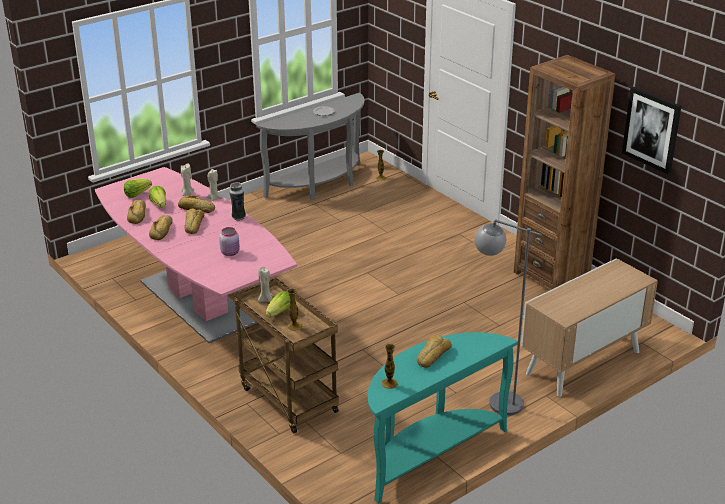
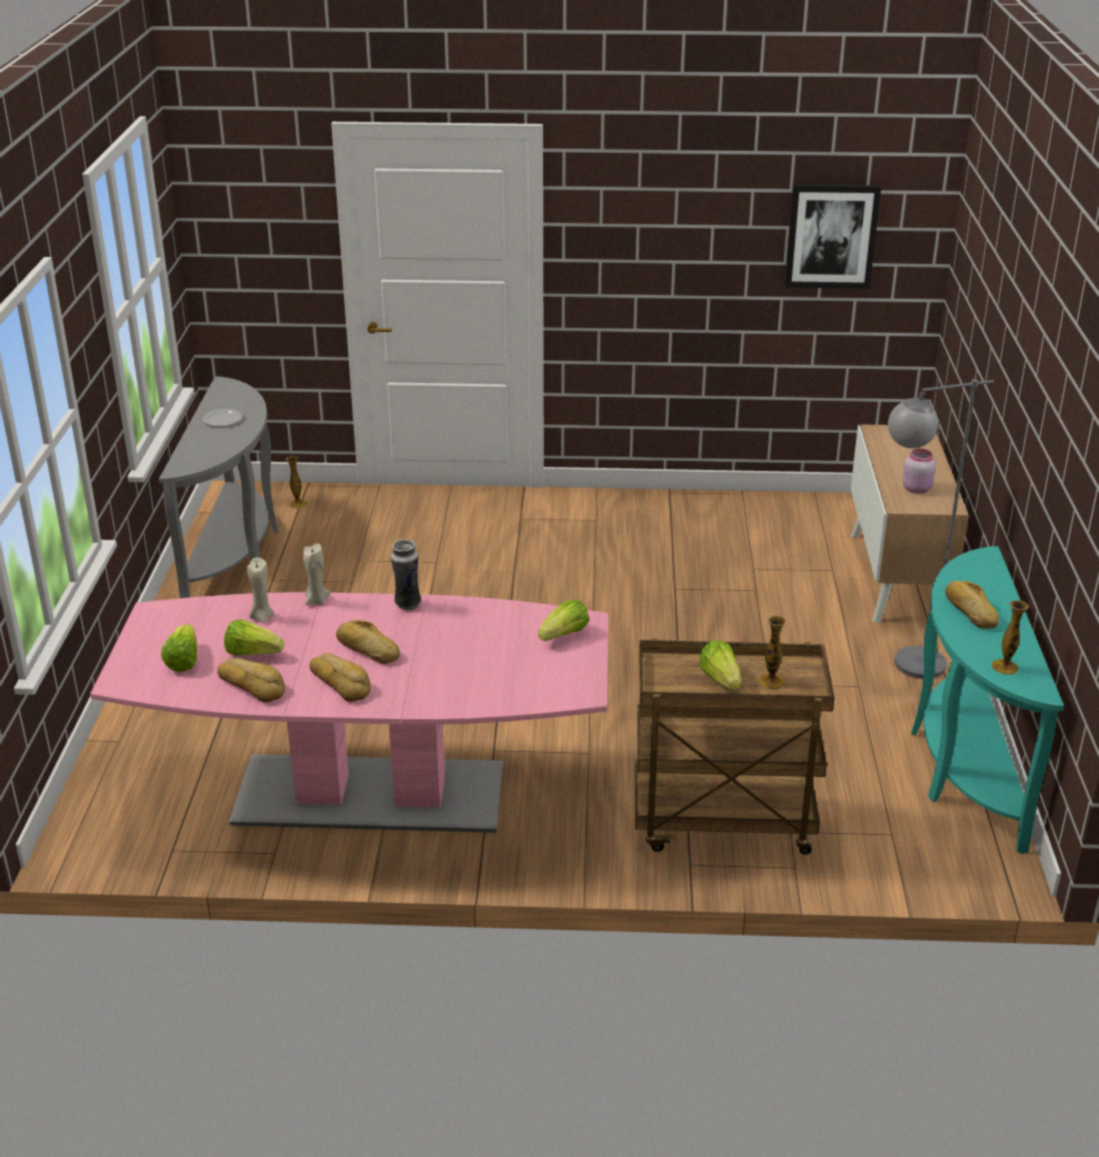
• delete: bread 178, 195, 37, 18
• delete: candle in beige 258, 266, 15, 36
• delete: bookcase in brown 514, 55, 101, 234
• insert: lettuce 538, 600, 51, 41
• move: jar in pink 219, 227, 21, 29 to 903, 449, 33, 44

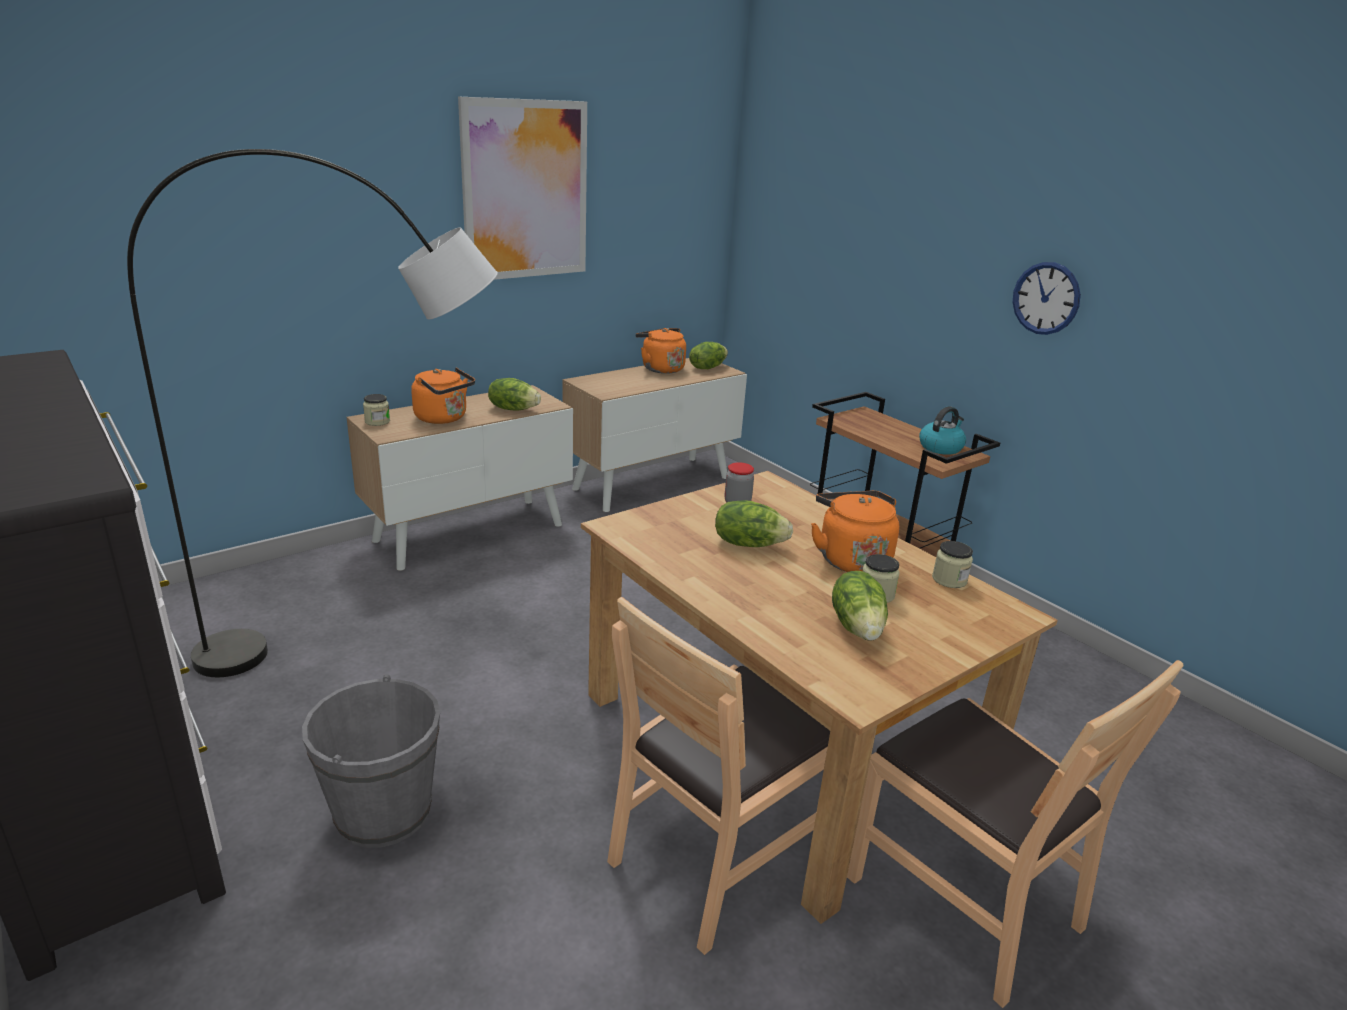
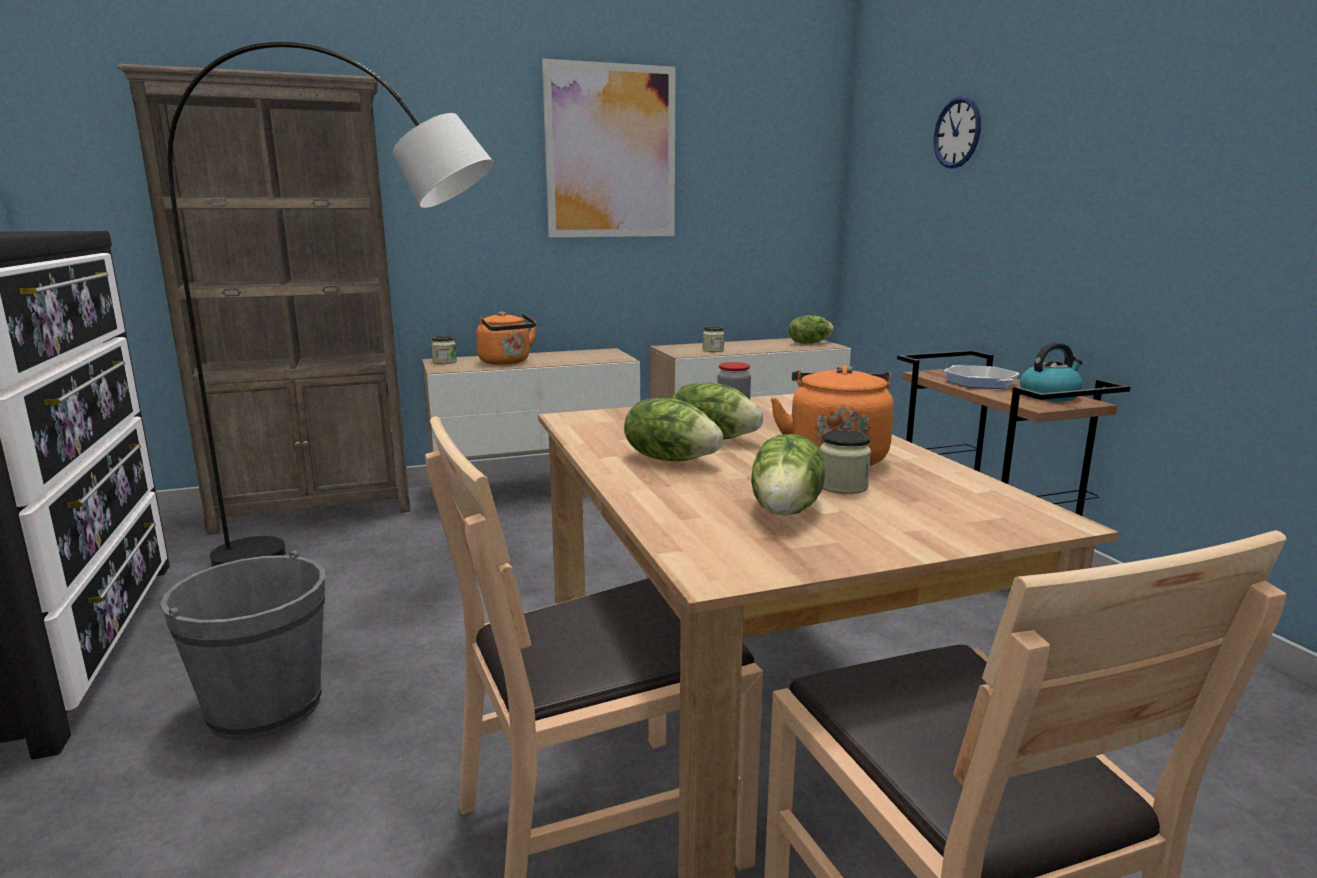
• delete: kettle in orange 635, 328, 51, 46
• insert: bookcase in brown 117, 64, 293, 471
• insert: frying pan 944, 365, 76, 24
• move: lettuce 488, 378, 53, 33 to 624, 398, 99, 63
• move: jar 932, 541, 41, 47 to 702, 326, 22, 26
• move: wall clock 1013, 262, 68, 73 to 934, 97, 47, 72

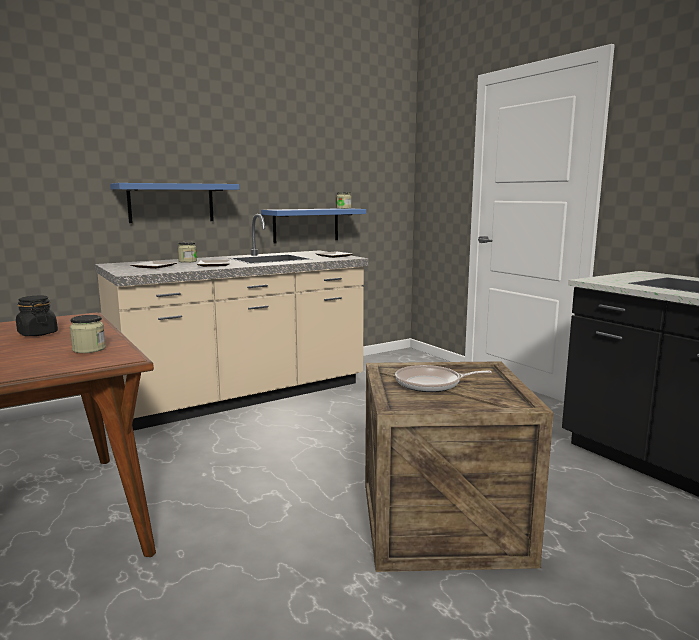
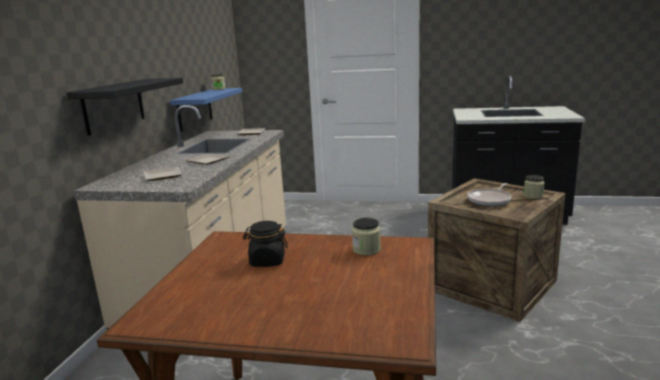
• move: jar 178, 242, 19, 21 to 523, 175, 22, 24
• recolor: shelf in blue 110, 183, 129, 40 to shelf in black 67, 78, 116, 58

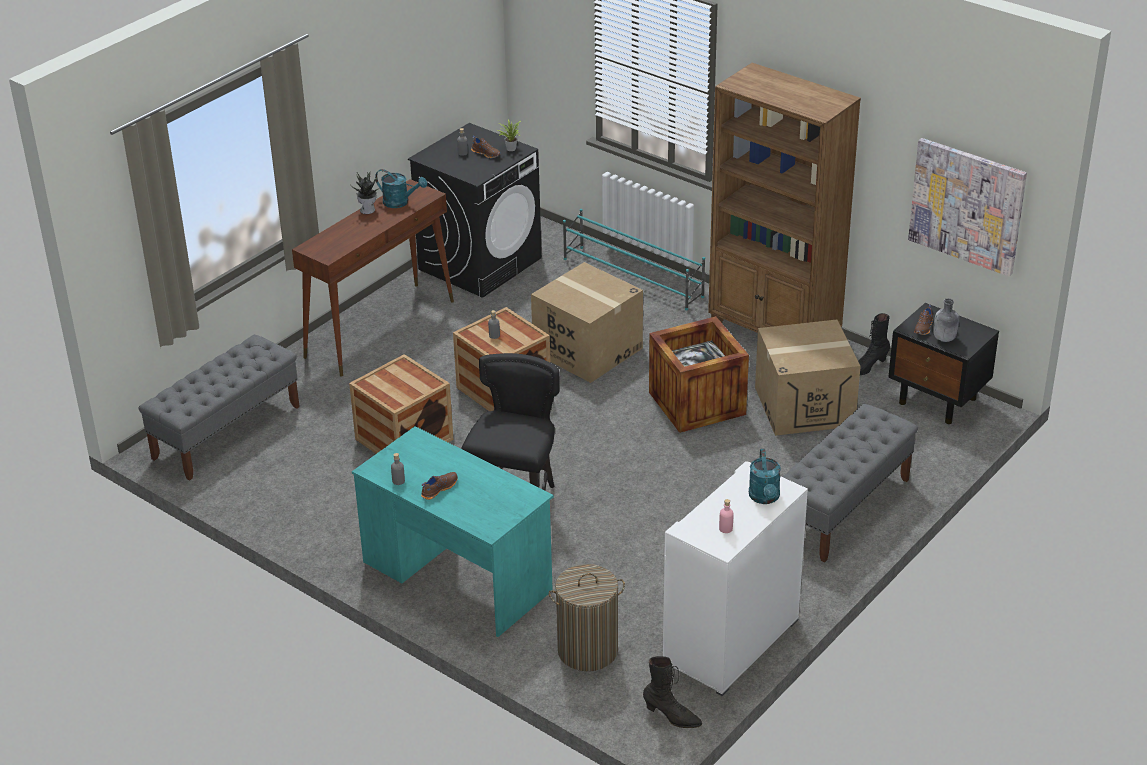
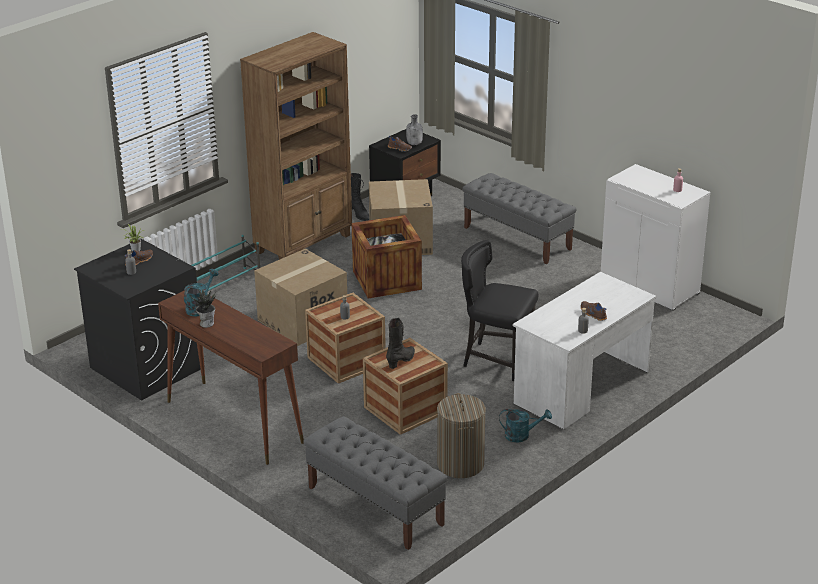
• delete: picture 908, 138, 119, 139
• move: laundry basket 549, 564, 76, 107 to 437, 393, 49, 85
• move: boot in black 643, 656, 59, 72 to 386, 318, 29, 51
• move: watering can in turquoise 749, 449, 32, 55 to 499, 409, 53, 33
• recolor: desk in turquoise 352, 426, 202, 211 to desk in white 512, 272, 144, 157

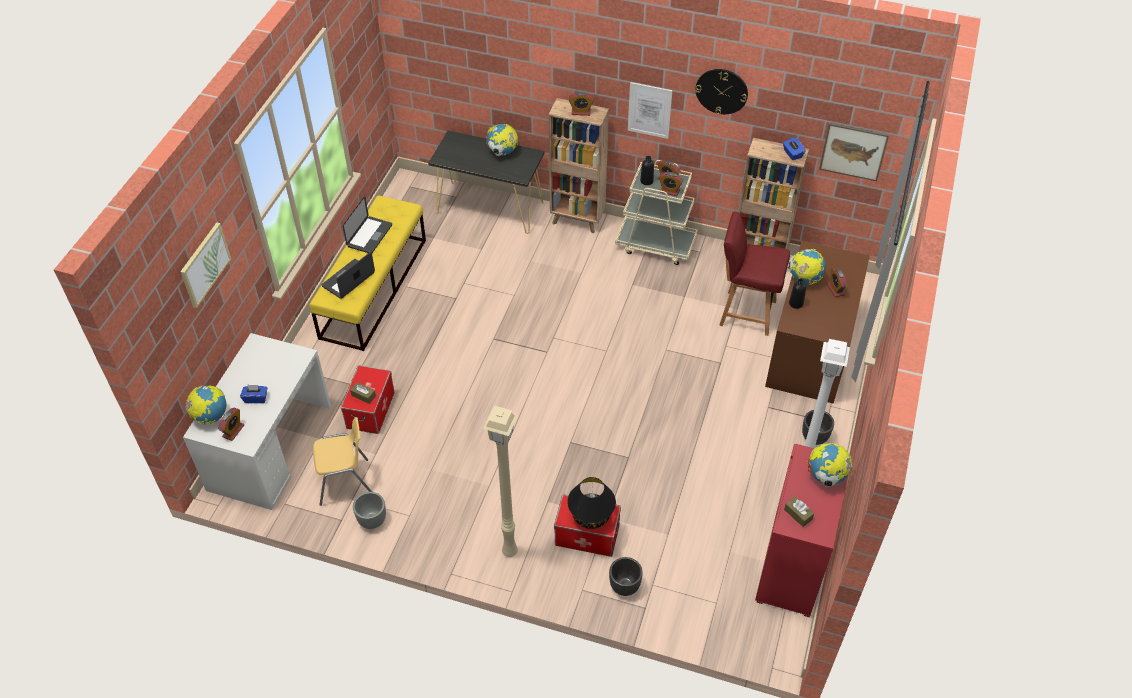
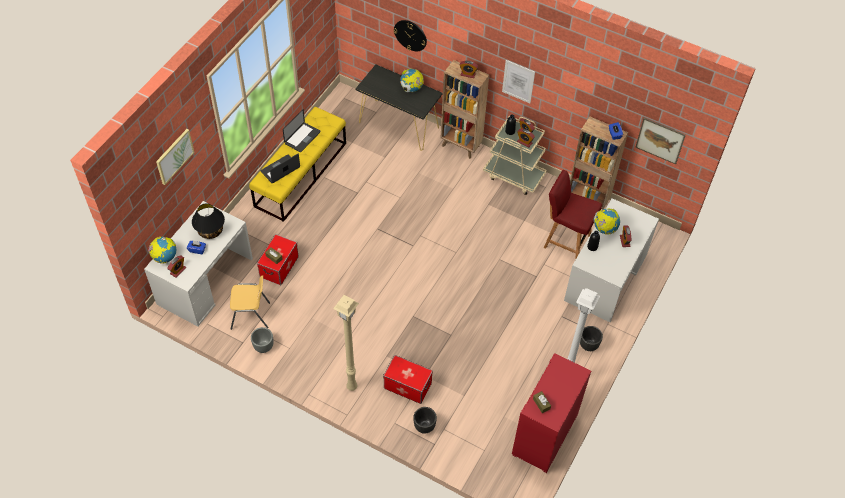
• delete: globe 807, 443, 46, 44
• move: table lamp in black 567, 477, 49, 52 to 192, 203, 33, 36
• move: wall clock 695, 69, 53, 46 to 394, 20, 33, 31
• recolor: desk in brown 765, 241, 105, 163 to desk in white 564, 198, 95, 124

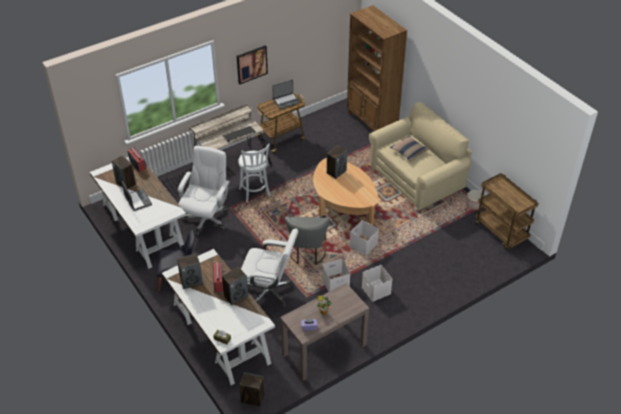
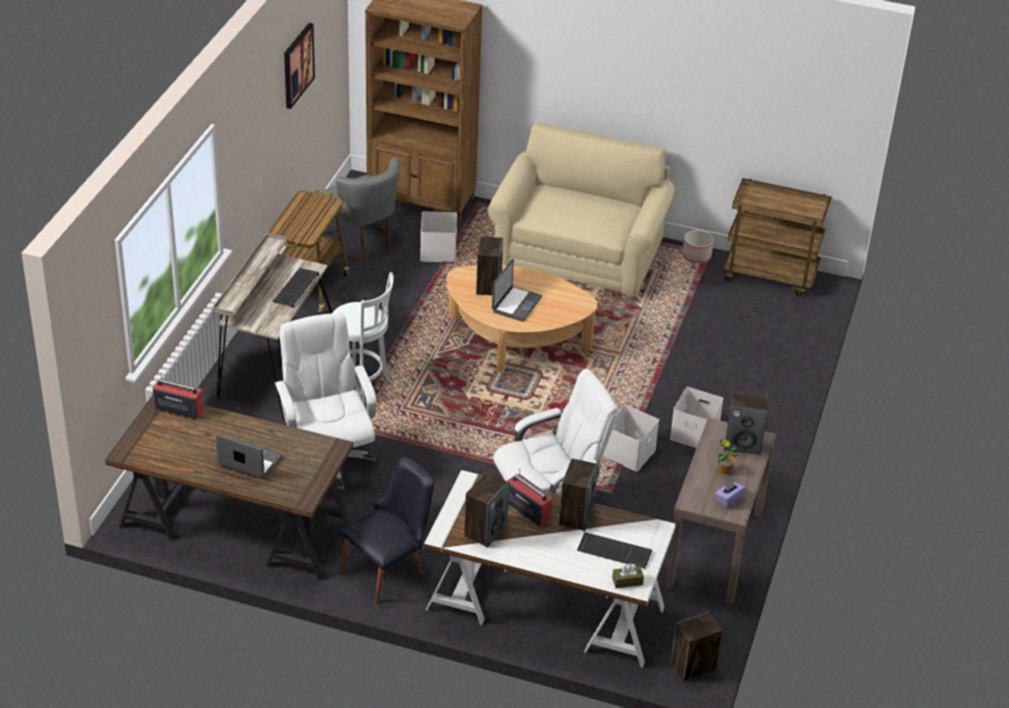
• delete: pillow 390, 136, 39, 25
• insert: keyboard 577, 532, 75, 36
• move: speaker 112, 156, 24, 33 to 724, 391, 44, 64
• move: picture 237, 45, 31, 39 to 284, 23, 31, 86
• move: laptop 272, 80, 28, 29 to 492, 259, 50, 63
• move: chair in grey 285, 216, 45, 49 to 318, 157, 82, 102
• move: storage box in white 350, 220, 29, 35 to 420, 212, 37, 50
• recolor: desk in white 90, 157, 96, 112 to desk in brown 105, 395, 248, 185

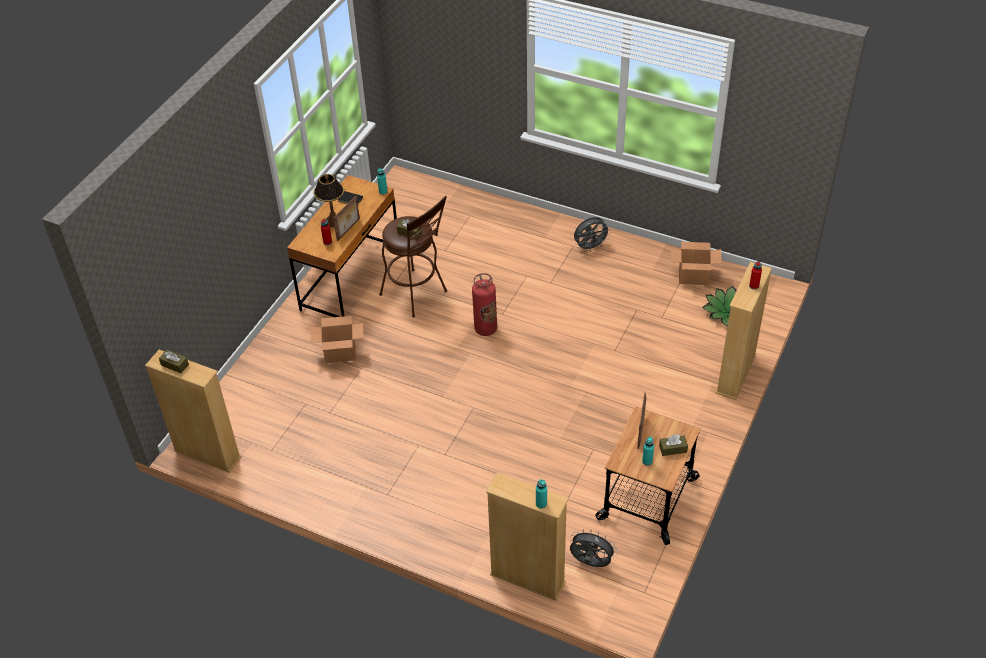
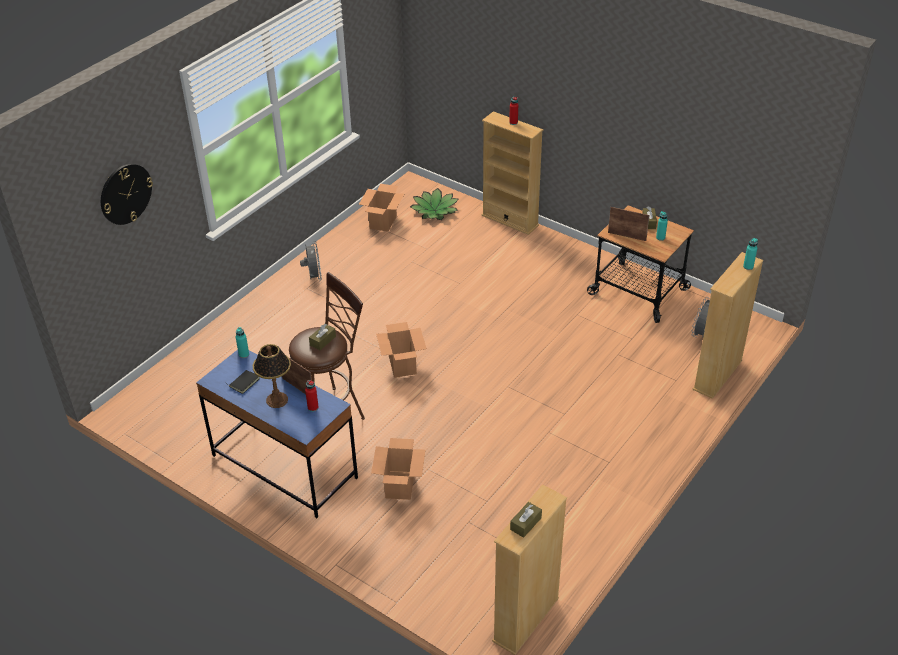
• insert: wall clock 101, 164, 52, 61
• replace: fire extinguisher 472, 273, 25, 63 to cardboard box 376, 322, 51, 56
• recolor: desk in brown 287, 175, 110, 142 to desk in blue 196, 350, 162, 168

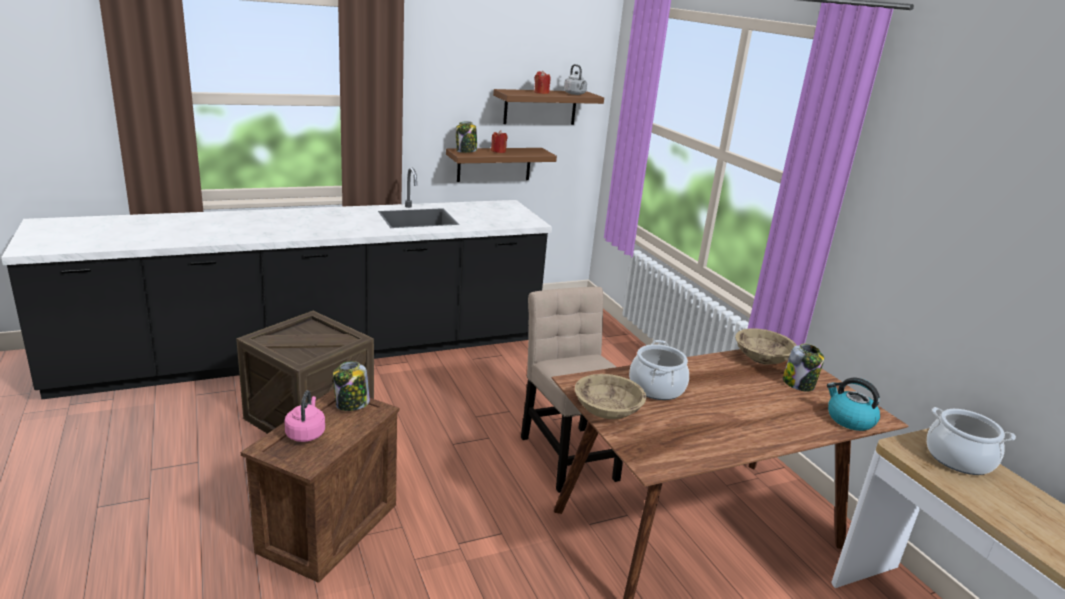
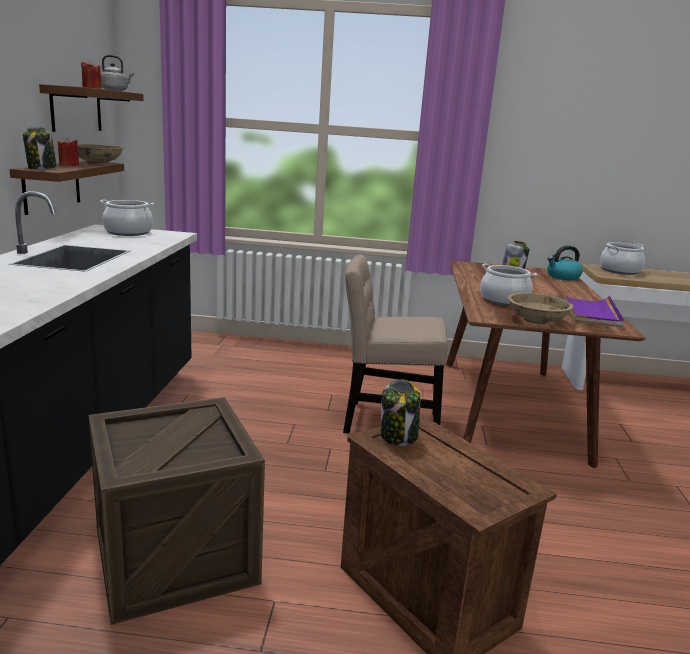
• delete: kettle in pink 284, 390, 41, 52
• insert: cooking pot 100, 200, 54, 36
• insert: tray in purple 561, 290, 64, 37
• move: bowl in beige 735, 328, 62, 37 to 77, 144, 47, 20

